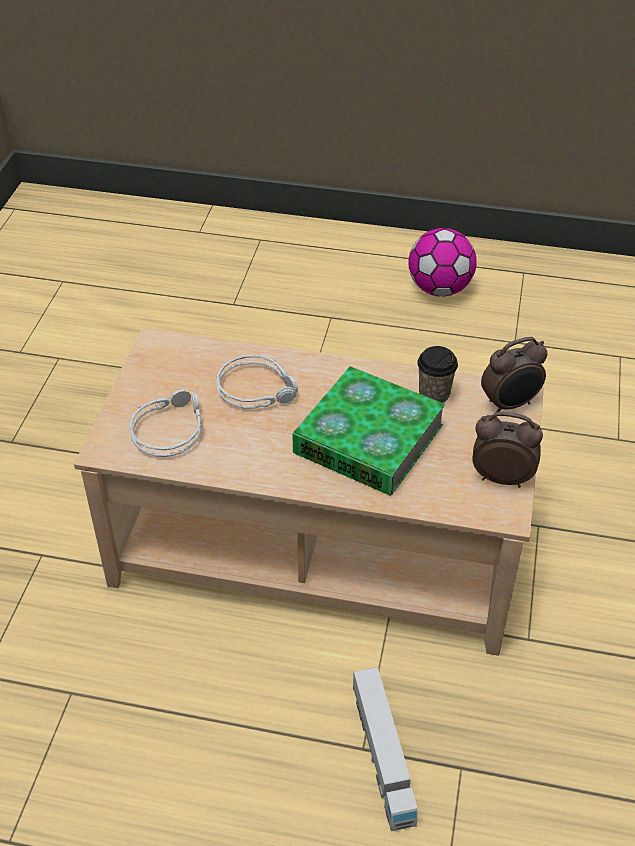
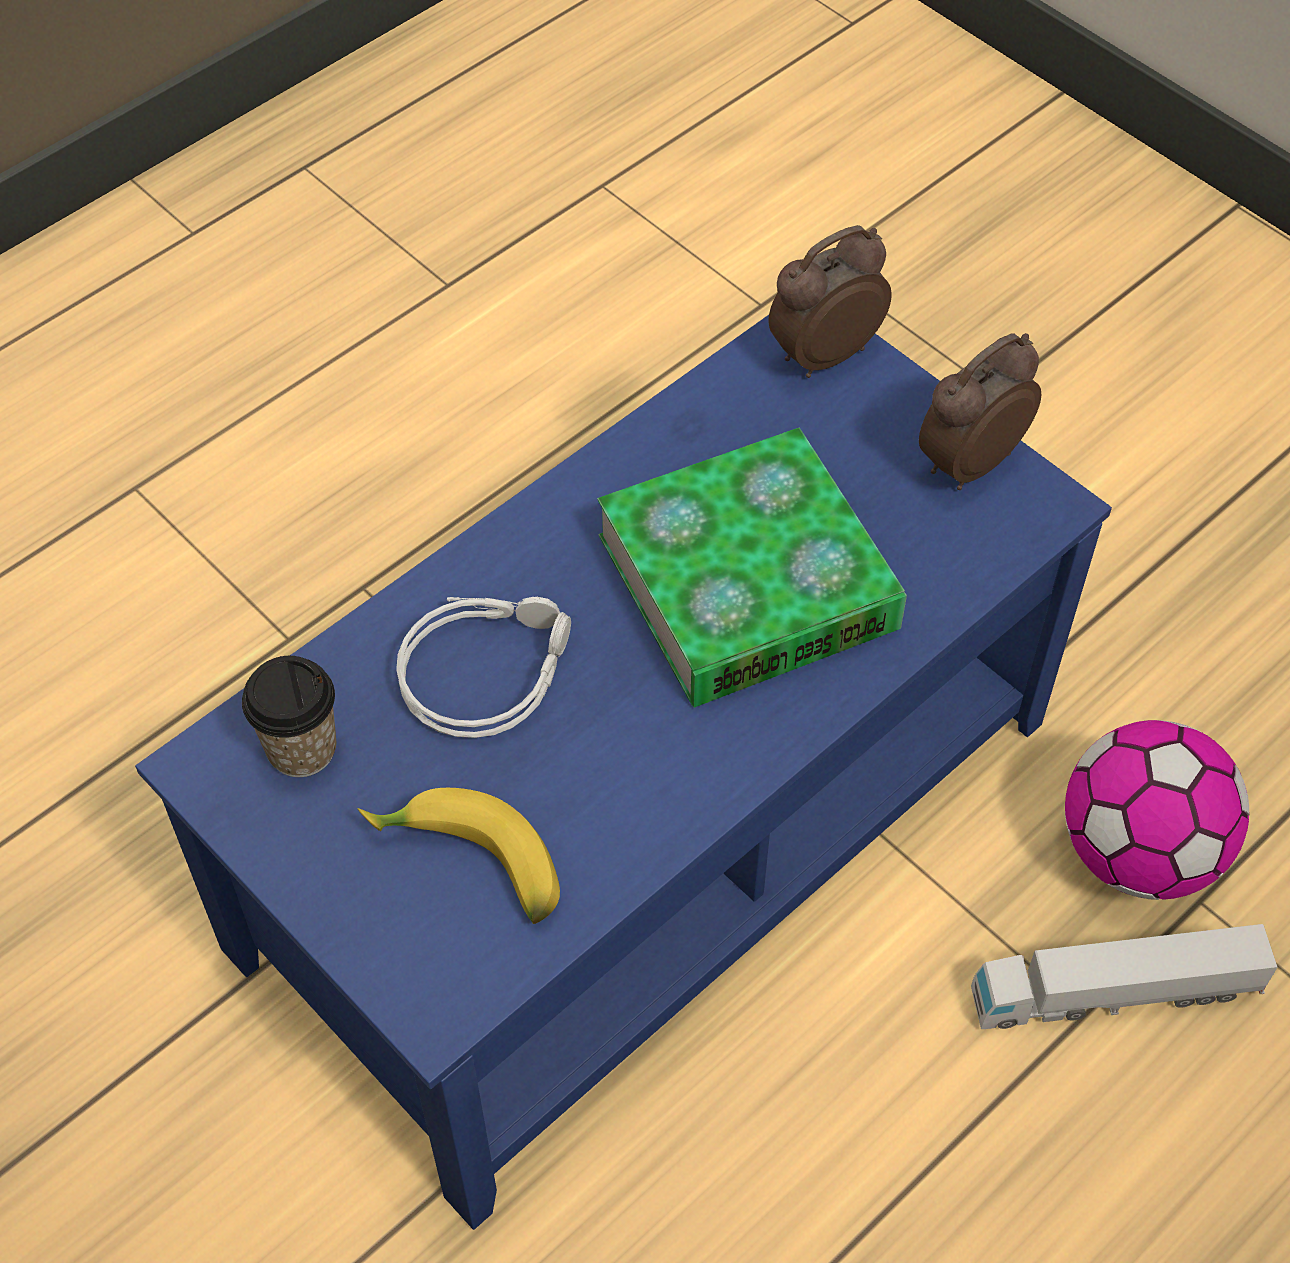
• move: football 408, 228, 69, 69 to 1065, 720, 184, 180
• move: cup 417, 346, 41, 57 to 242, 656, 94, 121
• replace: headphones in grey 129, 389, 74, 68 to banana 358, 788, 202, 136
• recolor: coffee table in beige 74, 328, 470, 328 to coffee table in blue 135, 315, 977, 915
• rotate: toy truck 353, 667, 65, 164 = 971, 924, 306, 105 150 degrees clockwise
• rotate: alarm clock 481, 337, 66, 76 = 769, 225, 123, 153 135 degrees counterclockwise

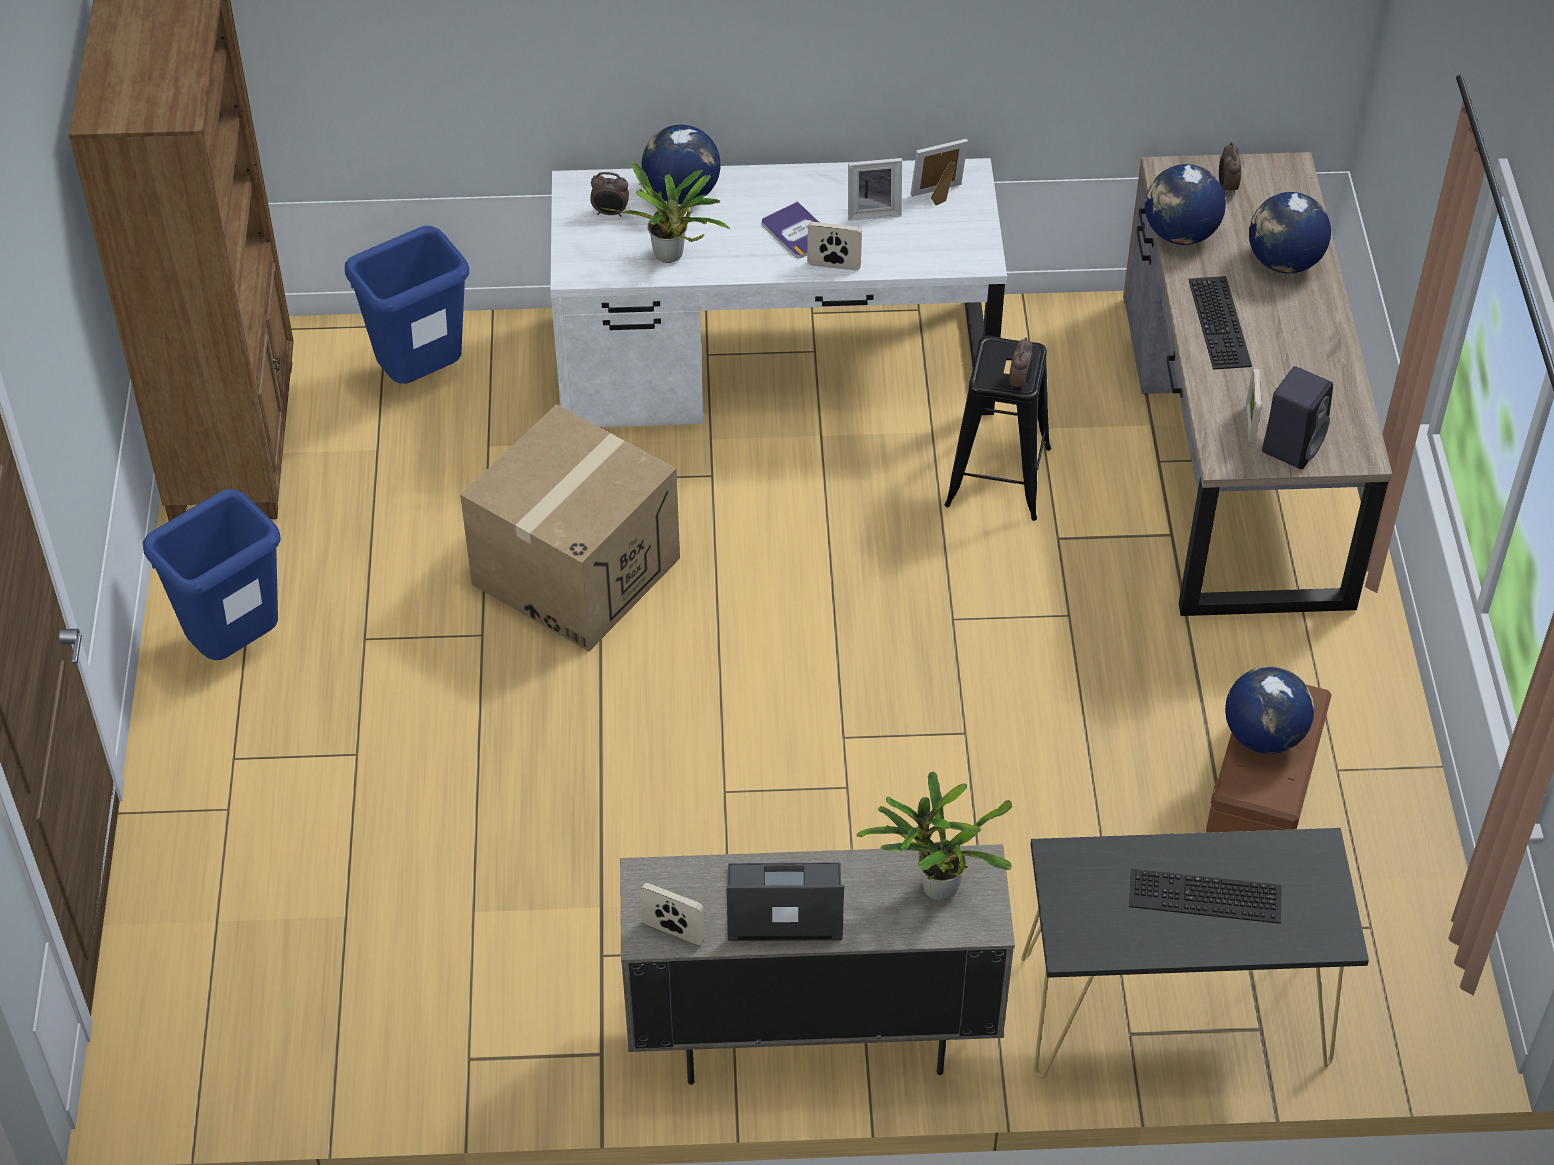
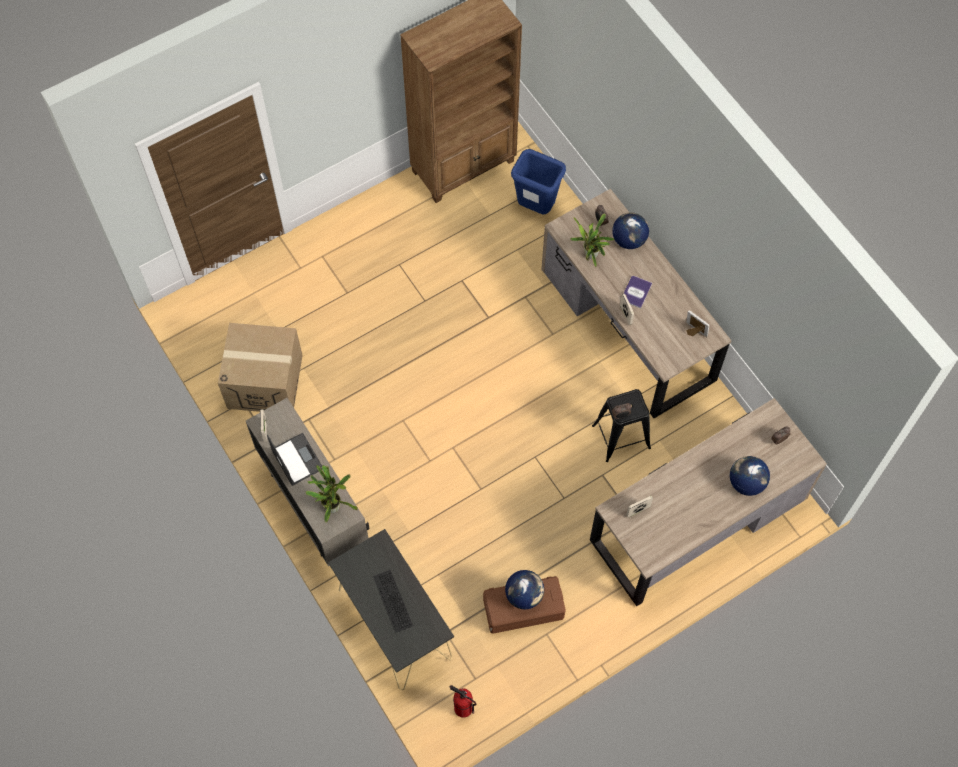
• delete: trash can in blue 143, 489, 138, 171
• delete: picture frame 848, 158, 54, 63
• delete: globe 1145, 164, 81, 81
• delete: keyboard 1188, 276, 64, 94
• delete: speaker in black 1262, 366, 71, 103
• insert: fire extinguisher 449, 685, 28, 33
• move: cardboard box 460, 404, 220, 247 to 218, 323, 85, 89
• recolor: desk in white 550, 158, 457, 269 to desk in brown 541, 189, 191, 229

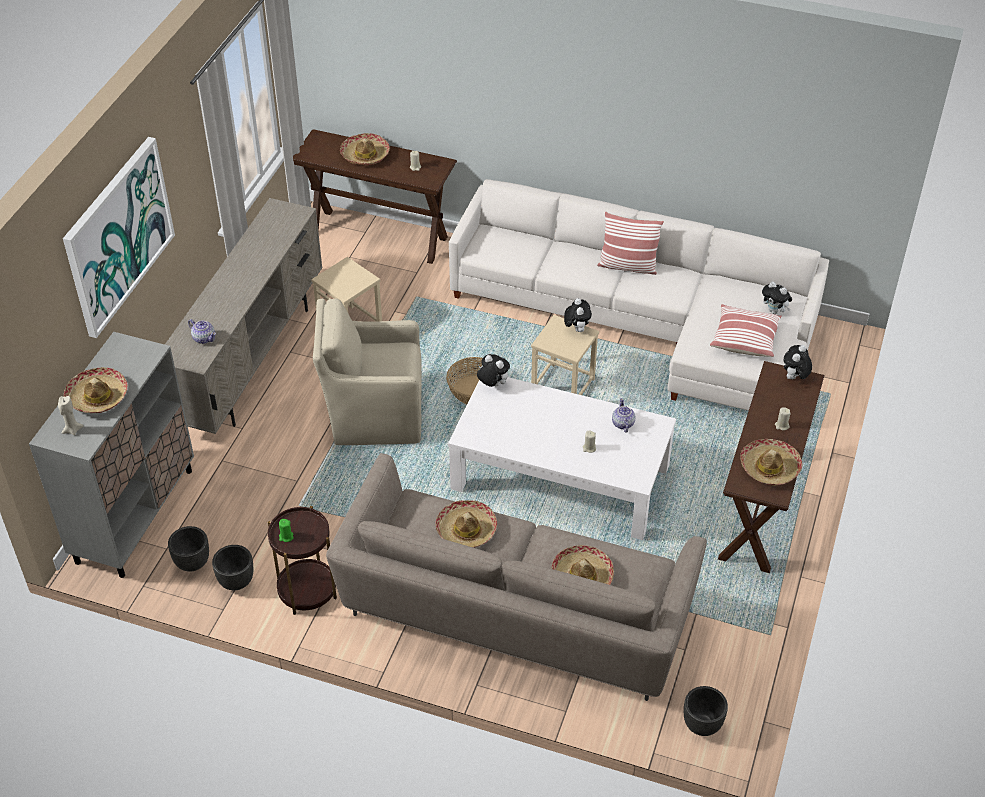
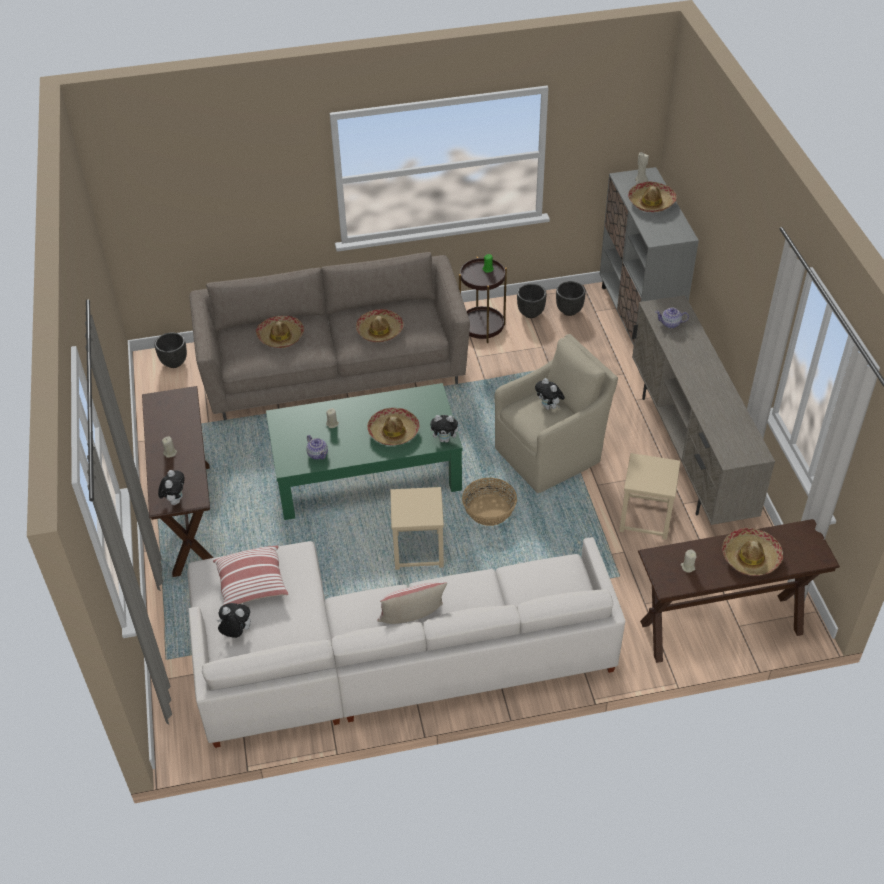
• delete: picture 63, 137, 112, 201
• move: plush toy 564, 298, 28, 34 to 535, 378, 30, 32
• move: hat 740, 439, 63, 47 to 367, 408, 53, 37
• recolor: coffee table in white 448, 377, 228, 163 to coffee table in green 266, 383, 197, 137

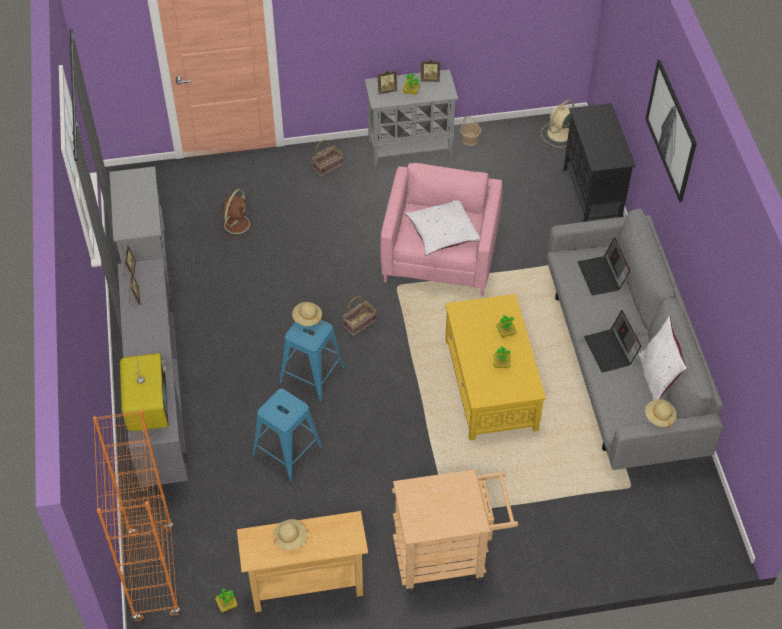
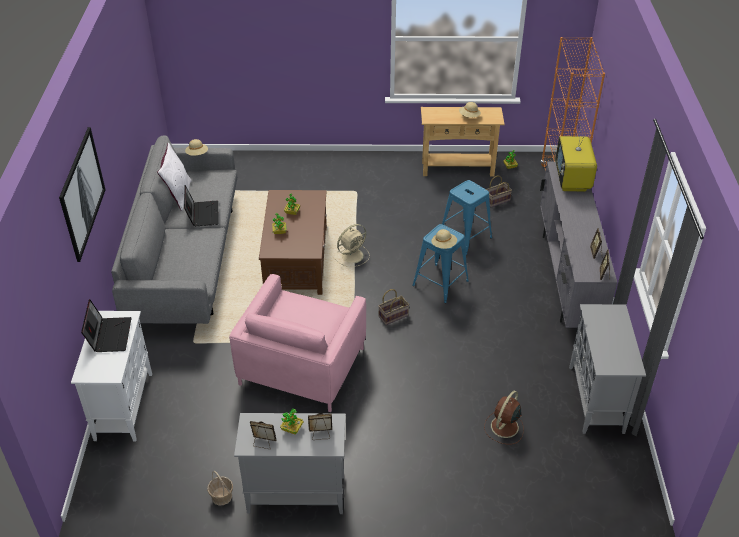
• delete: cart in beige 392, 469, 126, 125
• delete: pillow in white 405, 200, 75, 56
• move: basket 312, 140, 31, 37 to 485, 176, 27, 31
• move: fan in beige 541, 100, 33, 48 to 334, 224, 36, 43
• move: laptop 578, 237, 52, 58 to 81, 299, 51, 53
• recolor: coffee table in yellow 445, 294, 101, 147 to coffee table in brown 259, 190, 68, 105
• recolor: cabinet in black 563, 103, 73, 119 to cabinet in white 71, 311, 81, 131

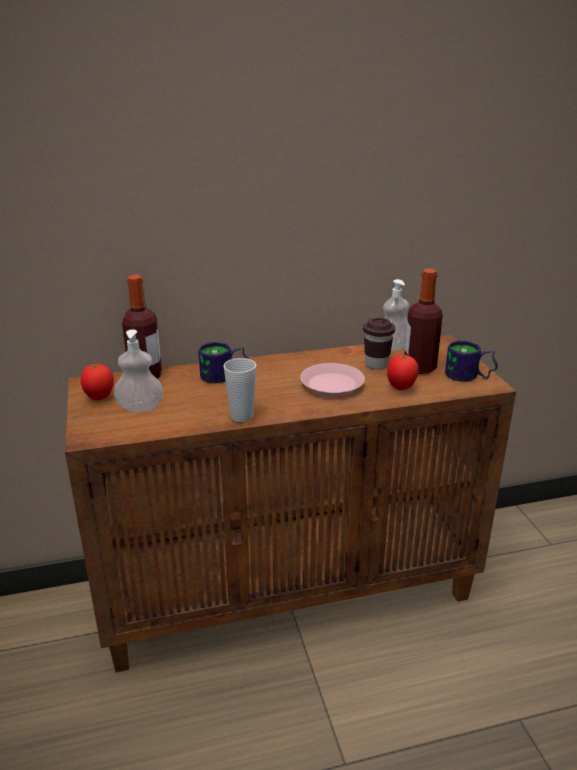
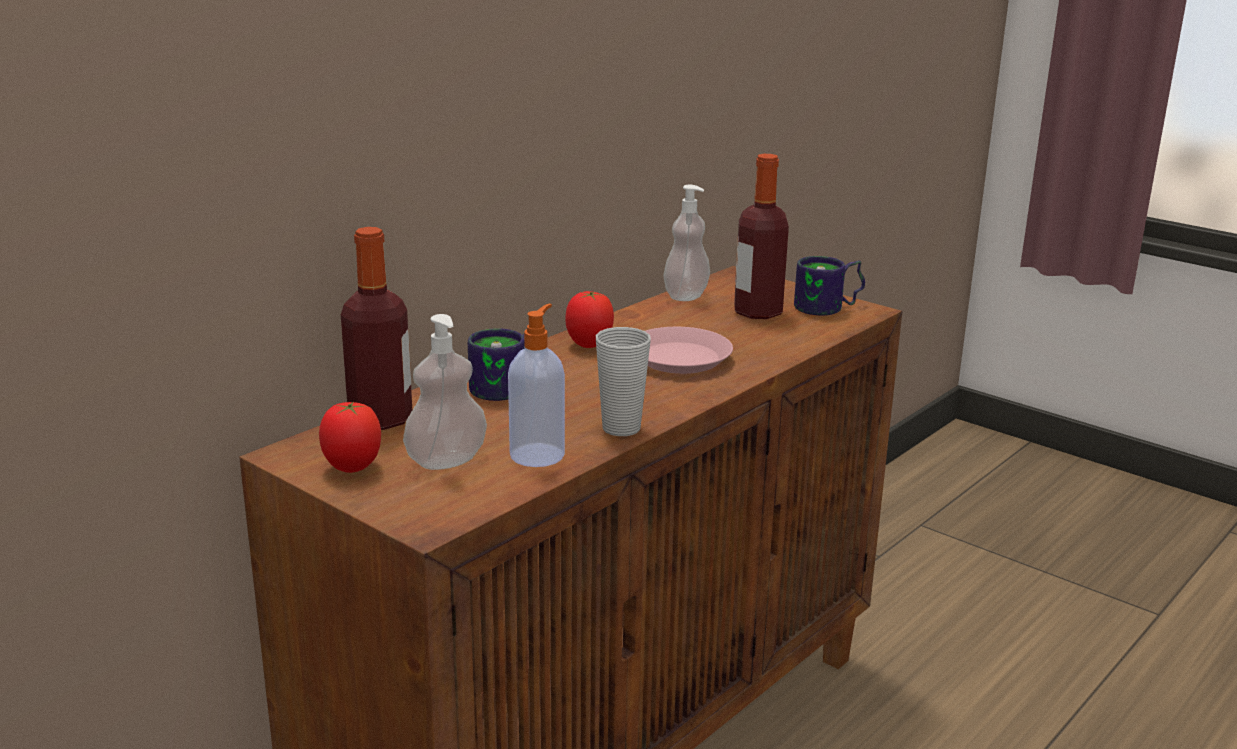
• delete: cup in brown 363, 317, 32, 52
• insert: soap dispenser 508, 304, 57, 163
• move: tomato 387, 355, 32, 35 to 565, 291, 49, 57

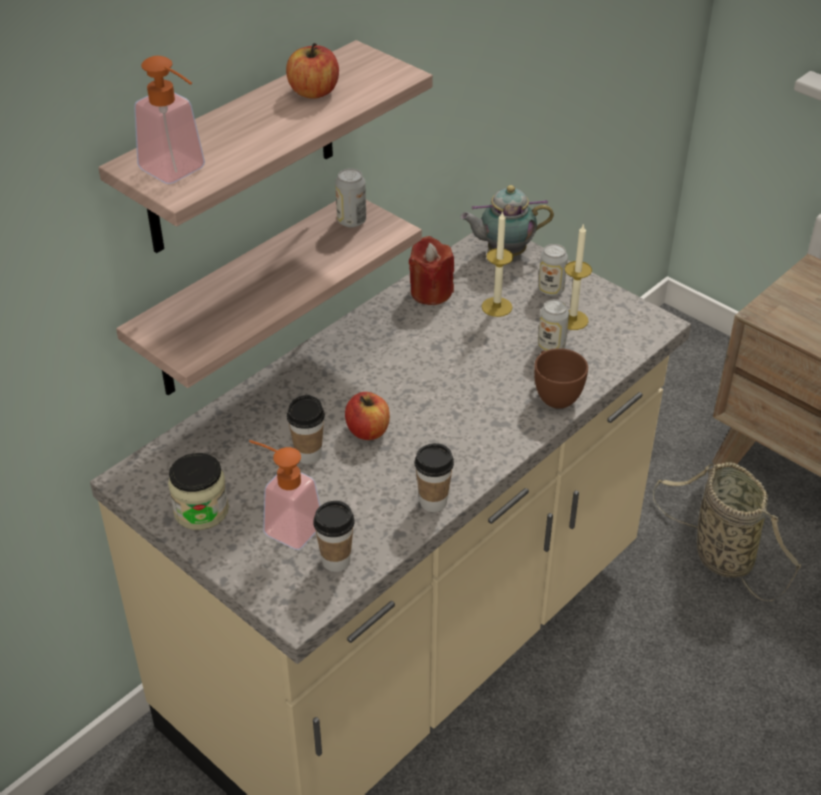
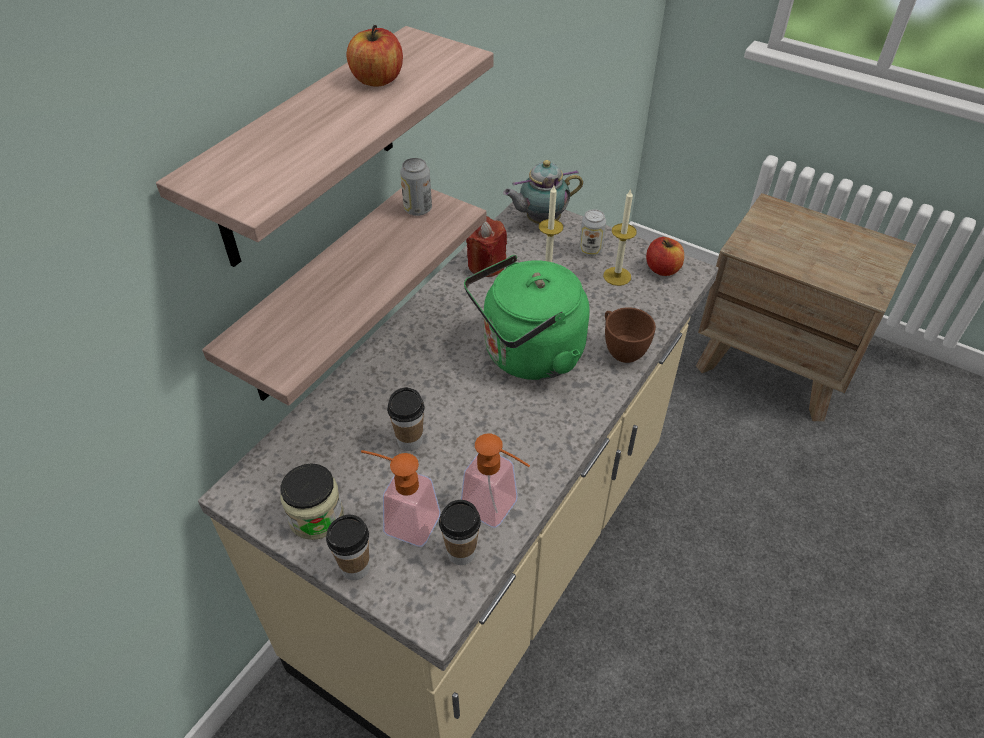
• delete: can 538, 299, 31, 52
• delete: basket 653, 462, 148, 140
• insert: kettle in green 464, 255, 126, 125
• move: soap dispenser 134, 56, 71, 128 to 461, 434, 69, 94
• move: apple 345, 392, 45, 48 to 646, 237, 38, 39
• move: cup 415, 443, 39, 69 to 326, 515, 44, 65

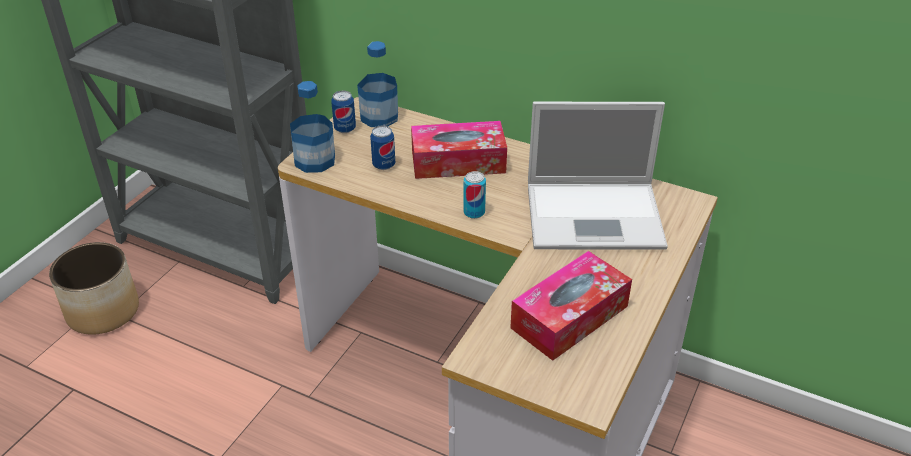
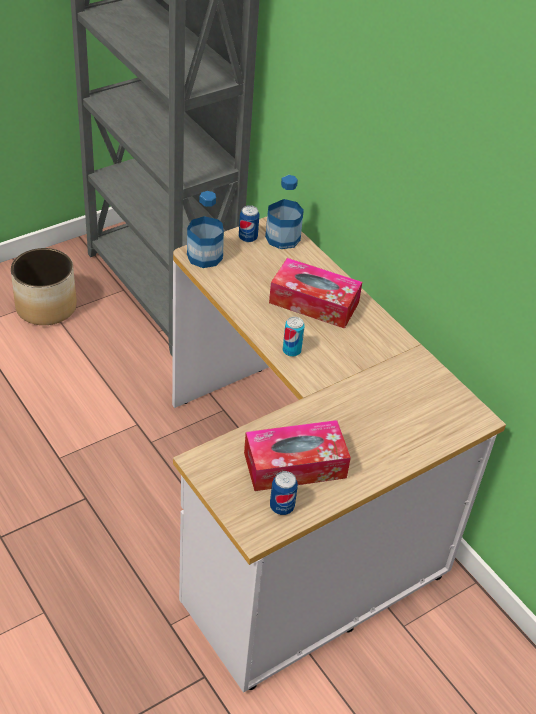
• delete: laptop 528, 102, 140, 148
• move: can 370, 125, 25, 45 to 270, 471, 28, 44

